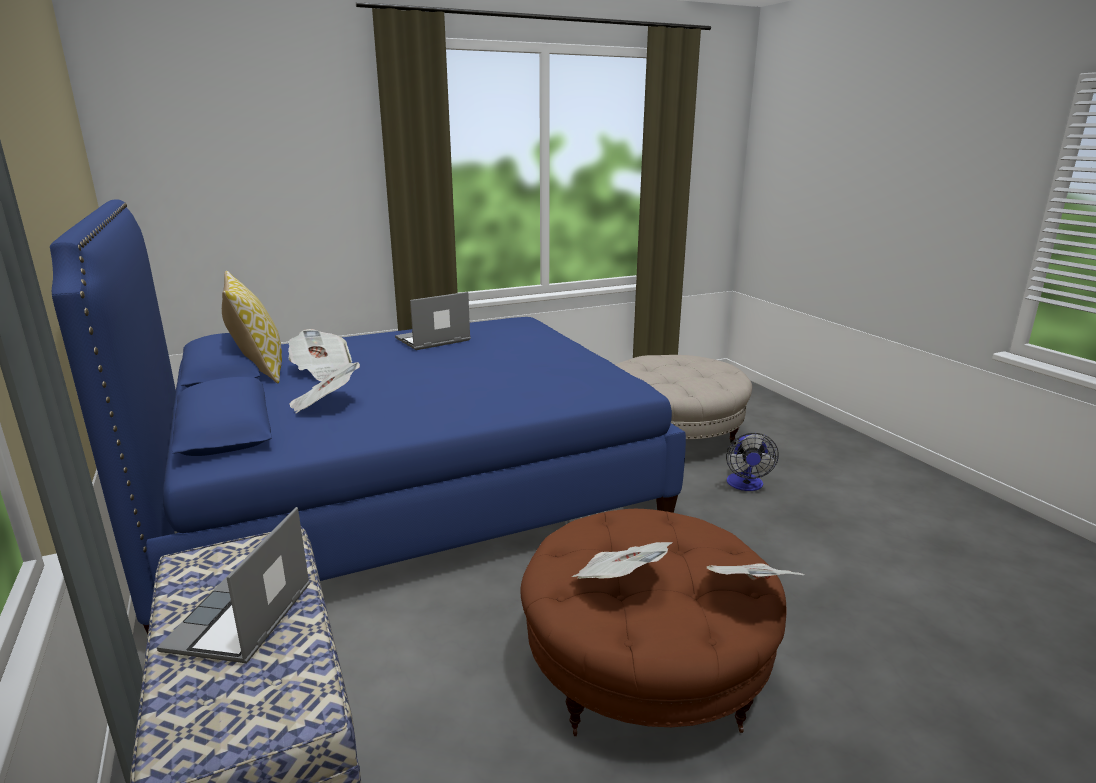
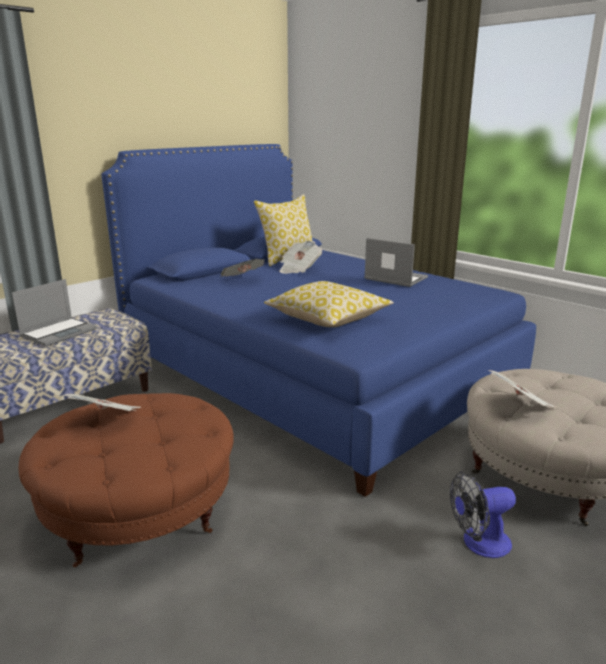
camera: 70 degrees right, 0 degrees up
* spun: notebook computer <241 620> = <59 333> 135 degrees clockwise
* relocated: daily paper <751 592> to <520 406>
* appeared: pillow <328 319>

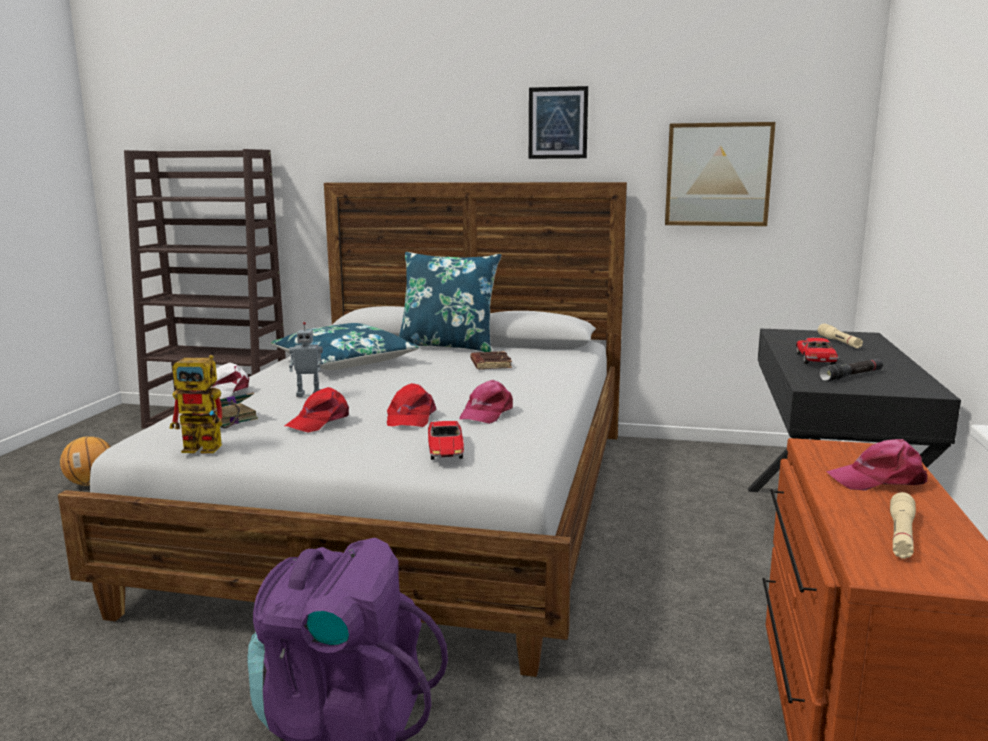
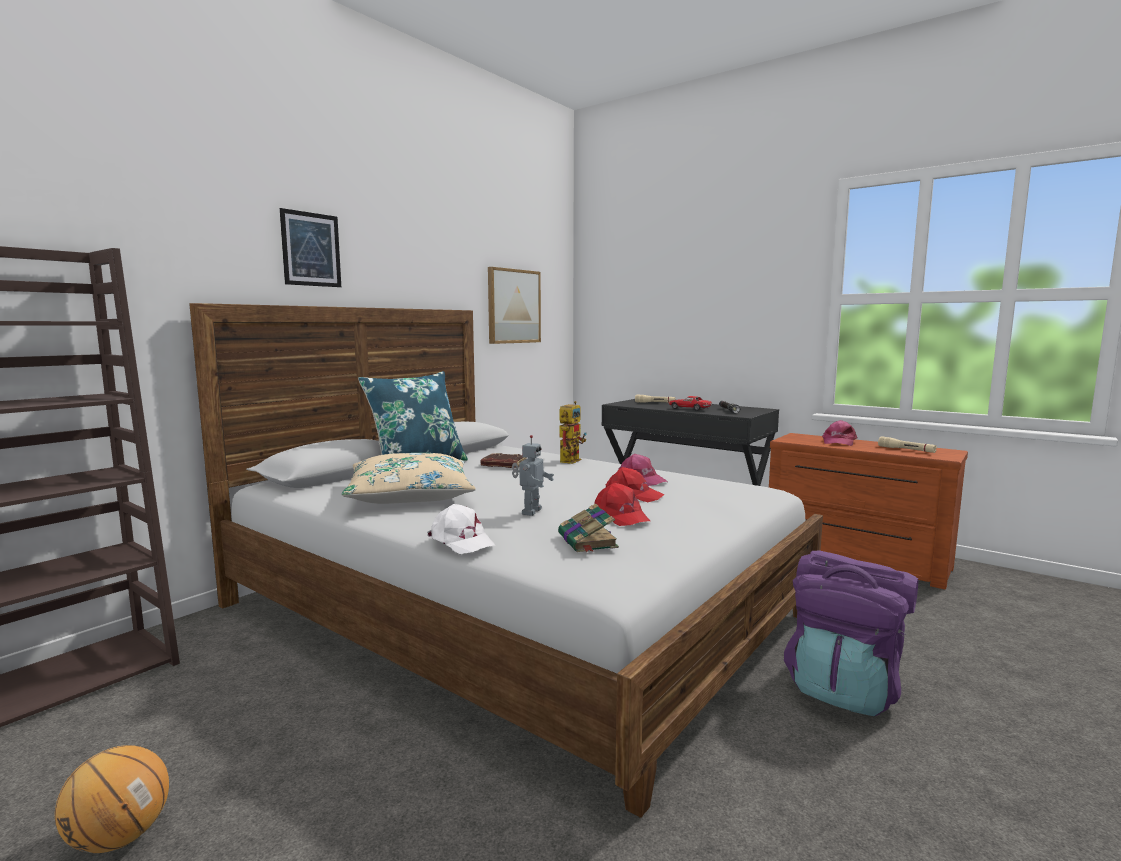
camera: 65 degrees left, 5 degrees down
* relocated: robot figure <212 447> to <570 459>
* colour: blue-coloured pillow <345 362> to beige-coloured pillow <410 495>
* missing: miniature car <445 450>
* relocated: picture <558 123> to <311 249>

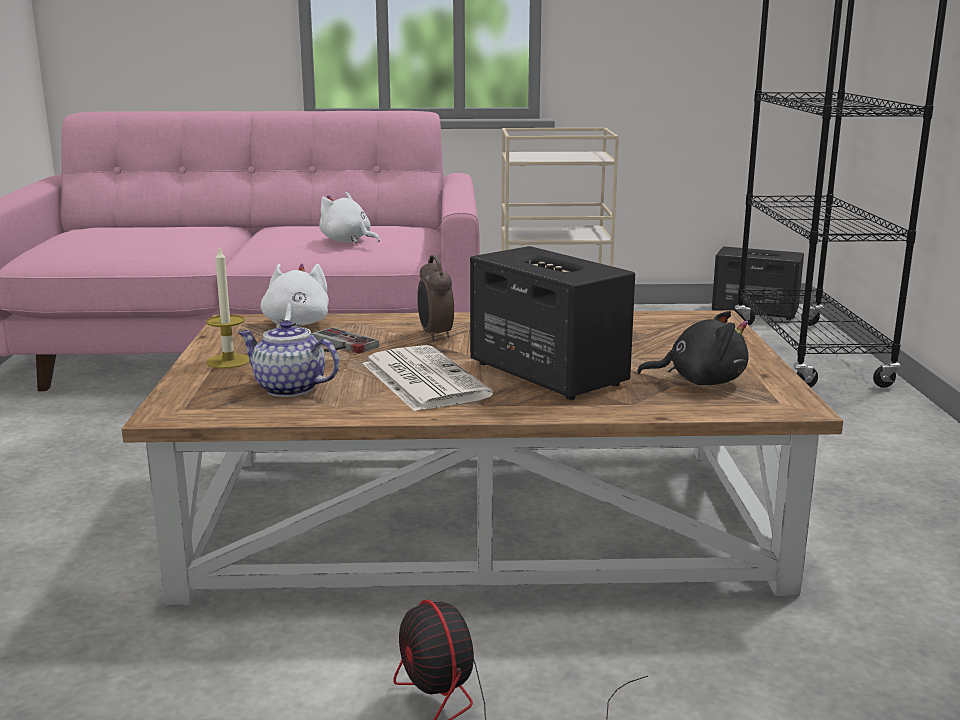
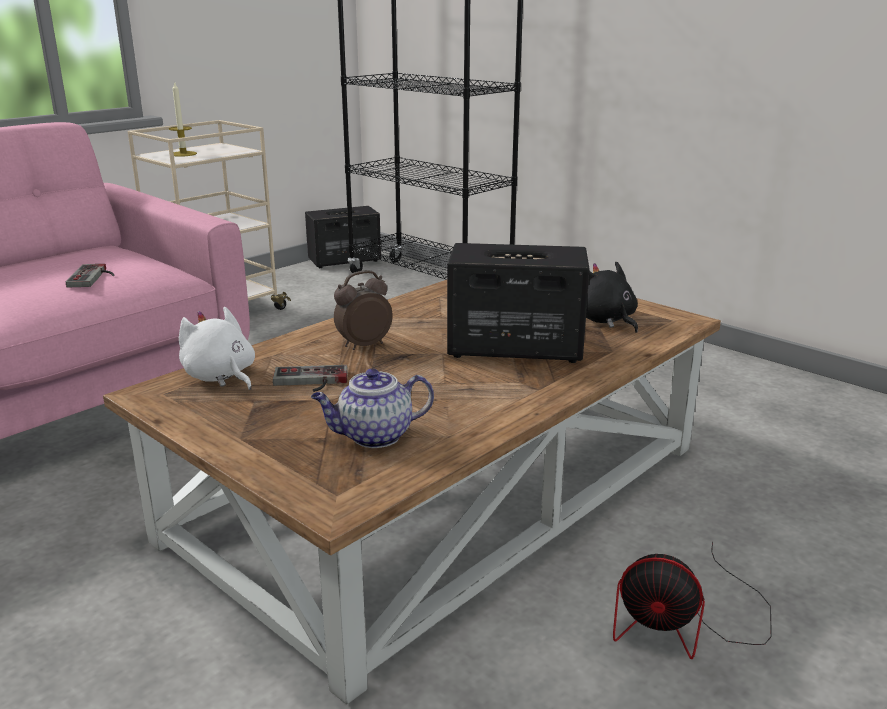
camera: 45 degrees left, 5 degrees up
* relocated: candle <228 361> to <183 154>
* exchanged: whitish cuddly toy <347 241> to game controller <94 277>
* missing: daily paper <422 379>
* spun: bedside clock <435 335> = <363 345> 120 degrees clockwise
* spun: blackish cuddly toy <700 381> = <606 320> 75 degrees counterclockwise

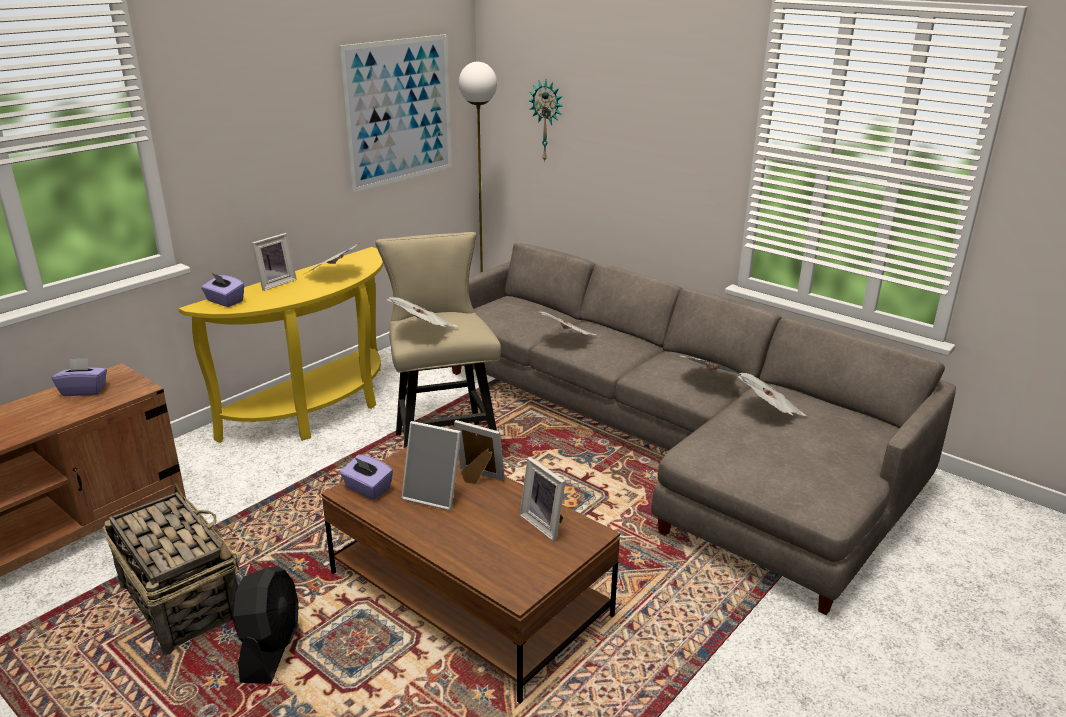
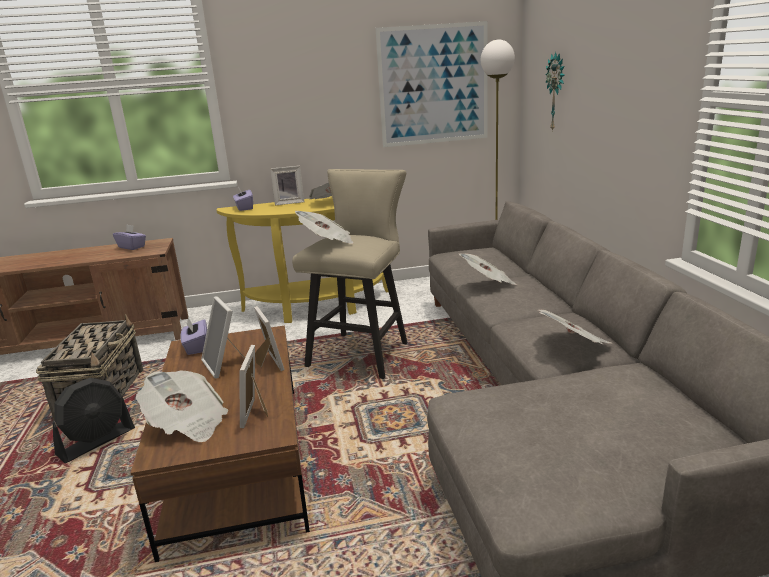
camera: 40 degrees right, 5 degrees down
* relocated: daily paper <769 411> to <187 423>

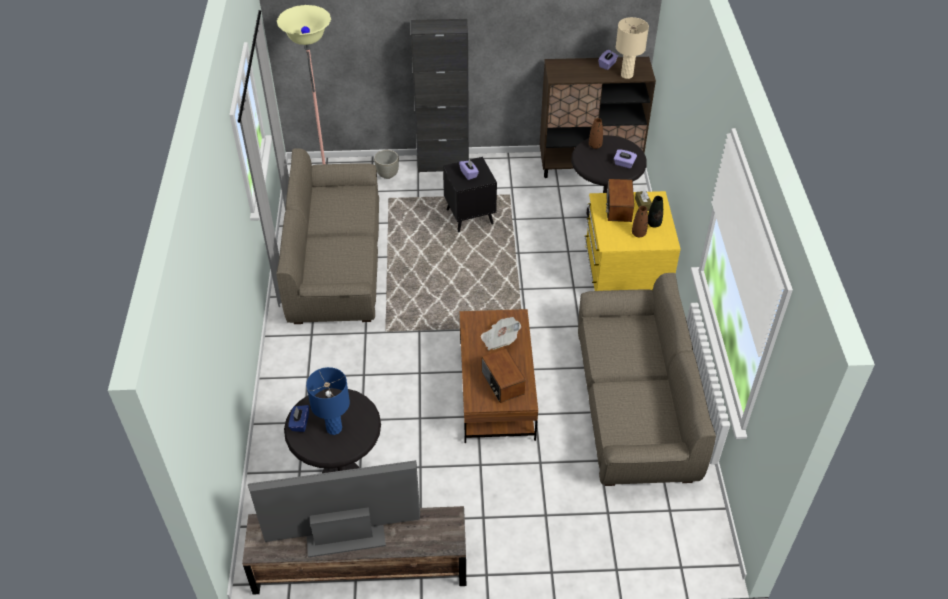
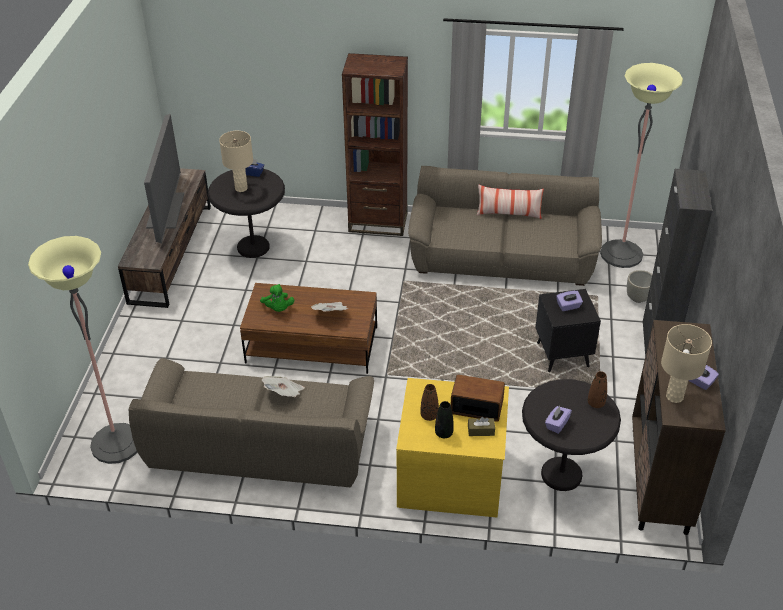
camera: 100 degrees right, 5 degrees down
* colour: blue-coloured table lamp <334 428> to beige-coloured table lamp <241 188>
* exchanged: radio set <502 383> to green cuddly toy <278 309>
* appeared: floor lamp <116 444>
* appeared: daily paper <284 393>
* appeared: brown shelving unit <378 222>
* appeared: pillow <509 214>

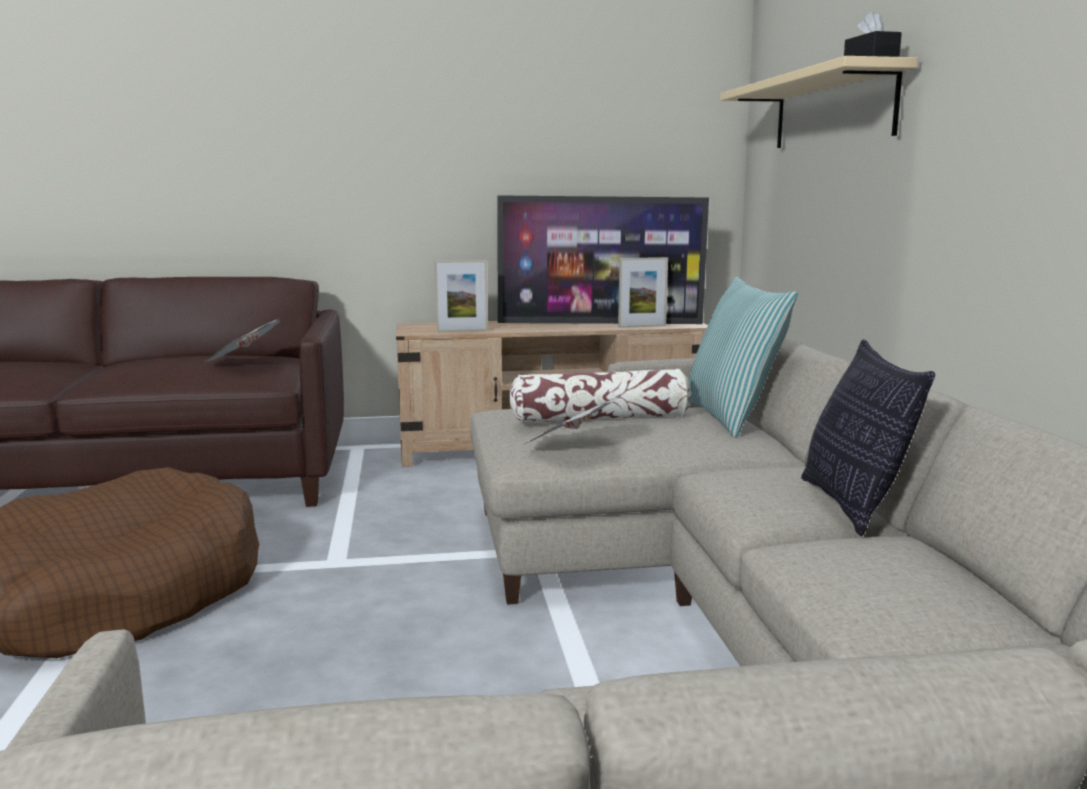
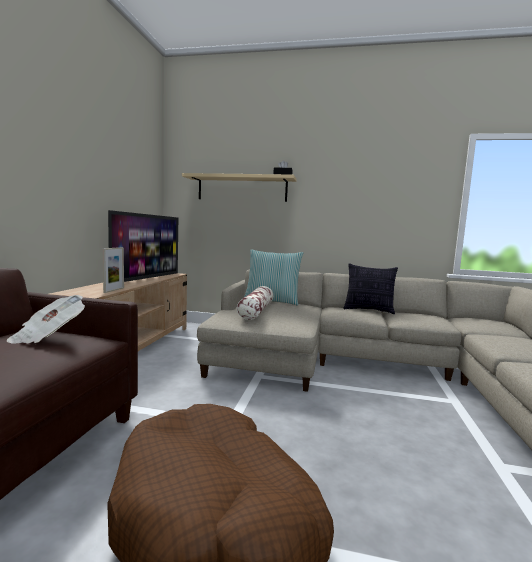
camera: 70 degrees left, 5 degrees down
* missing: daily paper <570 447>
* missing: standing frame <642 326>

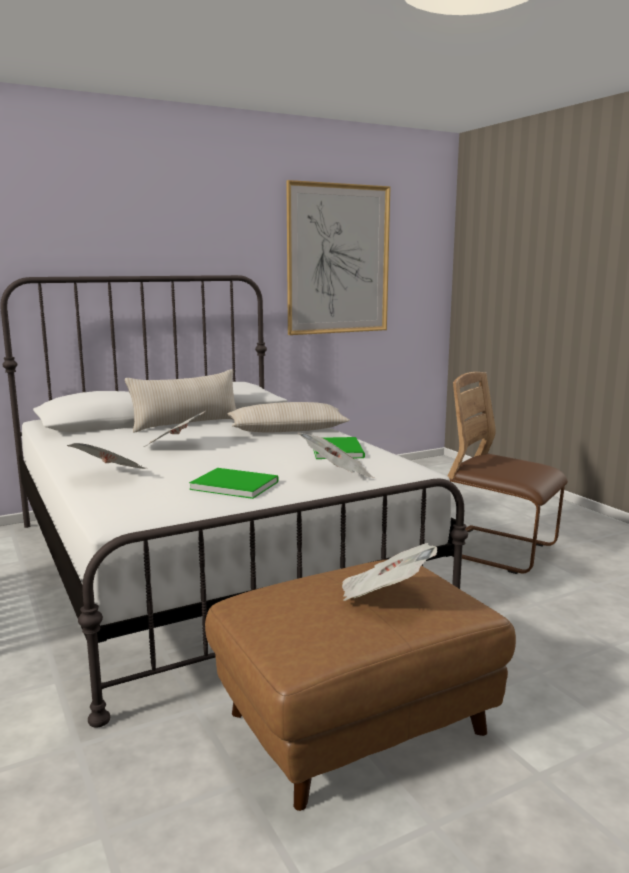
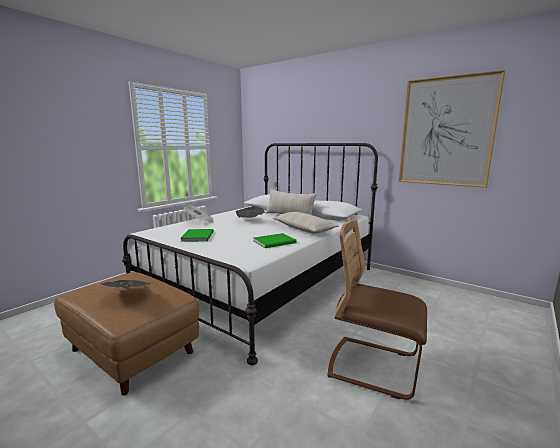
camera: 65 degrees right, 0 degrees up
* missing: daily paper <336 475>
* spun: brown upright chair <498 551> = <374 366> 75 degrees counterclockwise

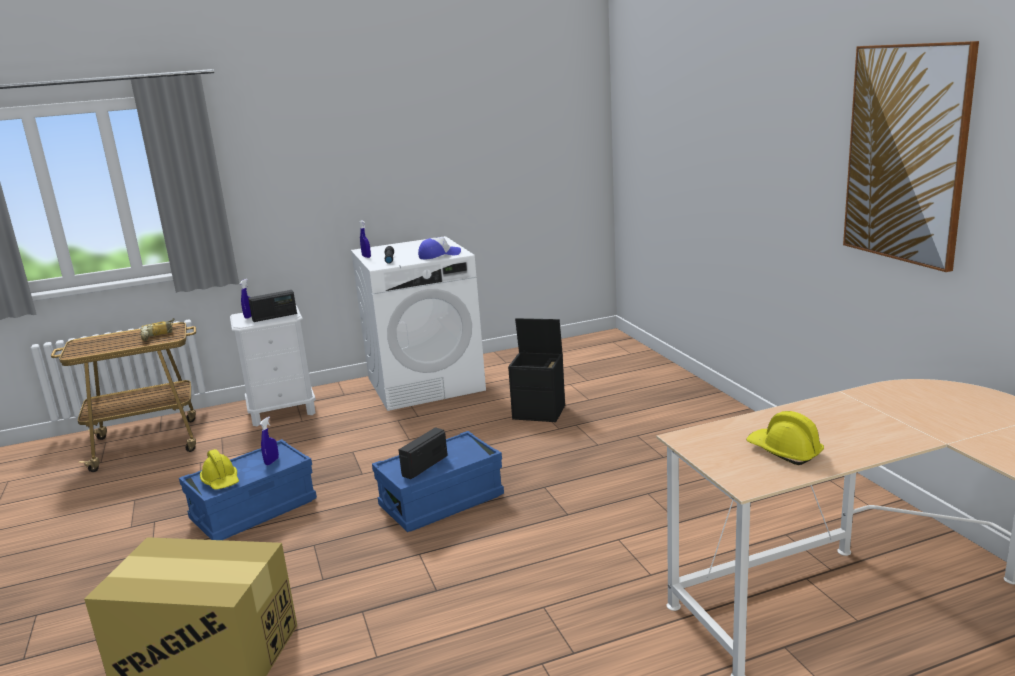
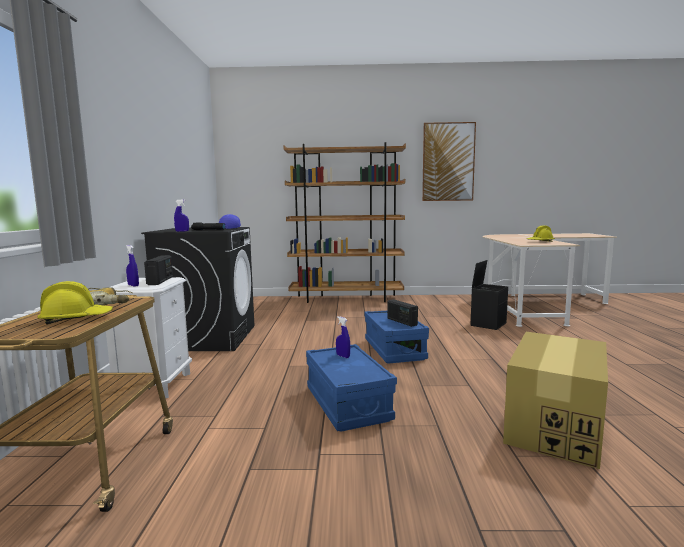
camera: 70 degrees left, 10 degrees down
* relocated: yellow safety helmet <221 481> to <77 319>
* colour: whitish laundry appliance <426 384> to blackish laundry appliance <209 337>
* relocated: blackish storage container <540 412> to <488 324>
* appeared: brown shelving unit <346 299>

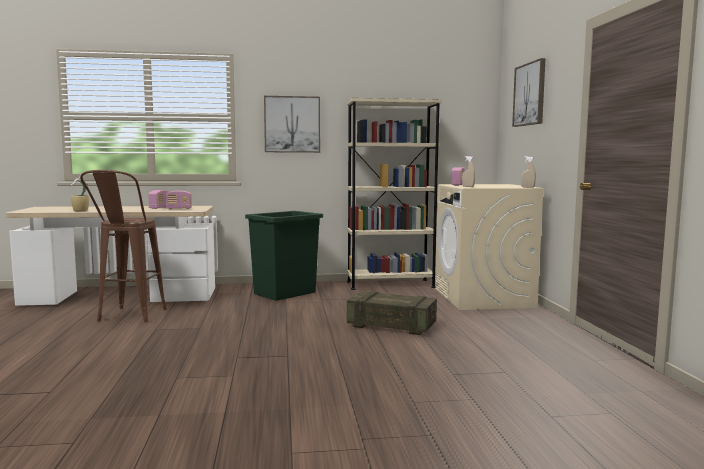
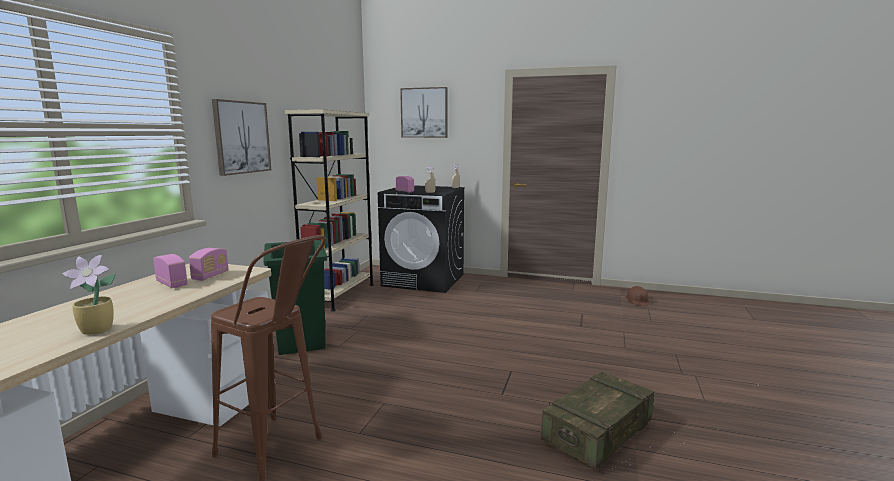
camera: 65 degrees left, 5 degrees up
* relocated: packing crate <391 325> to <598 434>
* colour: beige-coloured laundry appliance <483 298> to blackish laundry appliance <424 280>
* appeared: brown safety helmet <637 301>

